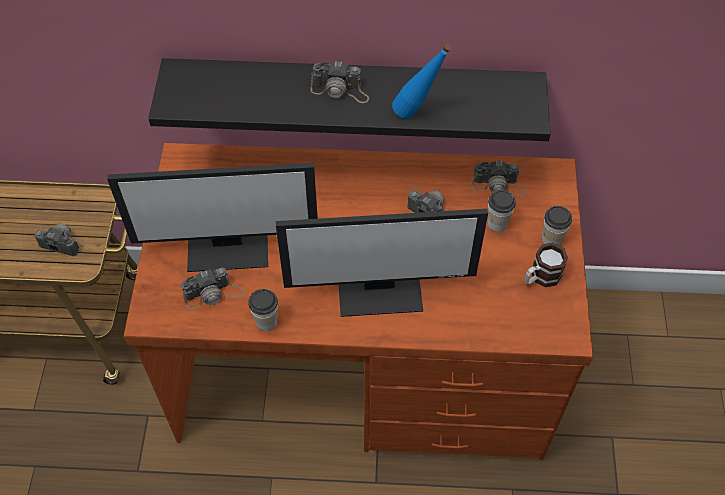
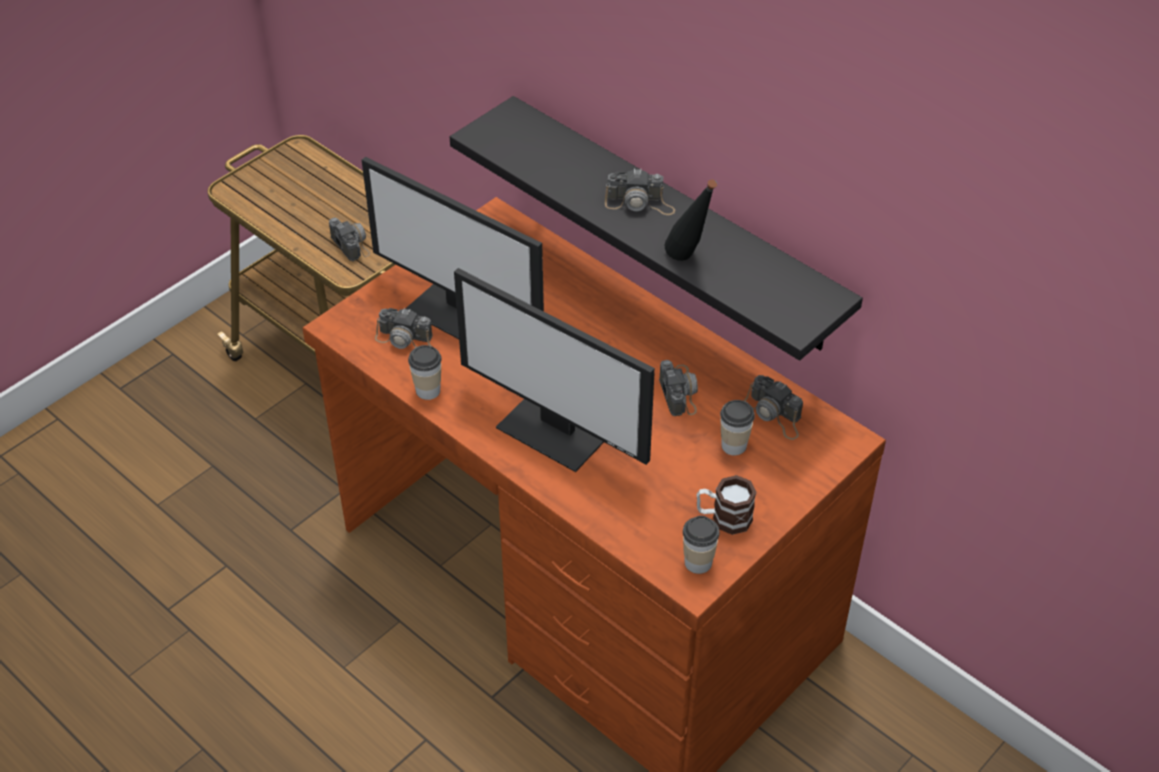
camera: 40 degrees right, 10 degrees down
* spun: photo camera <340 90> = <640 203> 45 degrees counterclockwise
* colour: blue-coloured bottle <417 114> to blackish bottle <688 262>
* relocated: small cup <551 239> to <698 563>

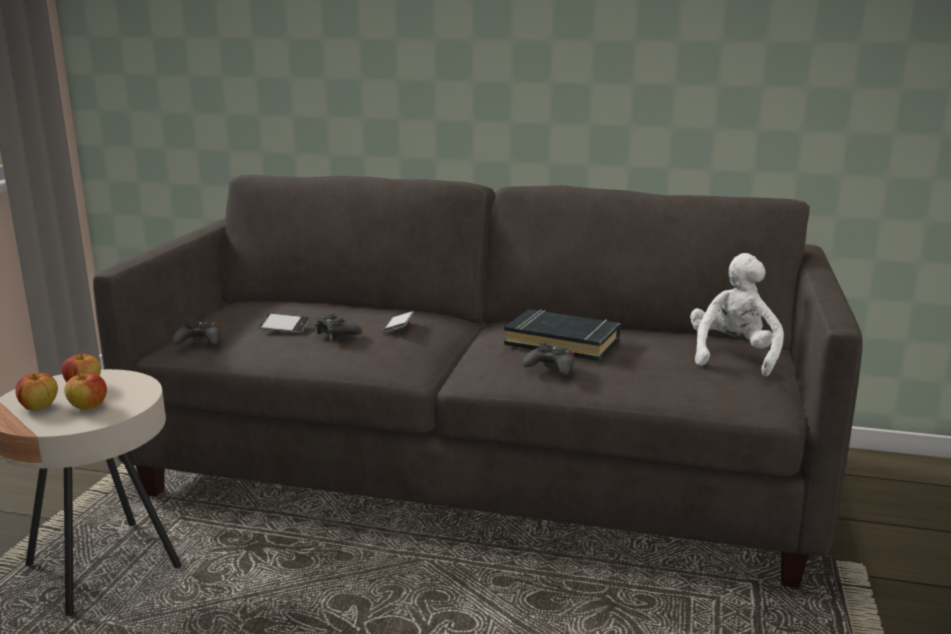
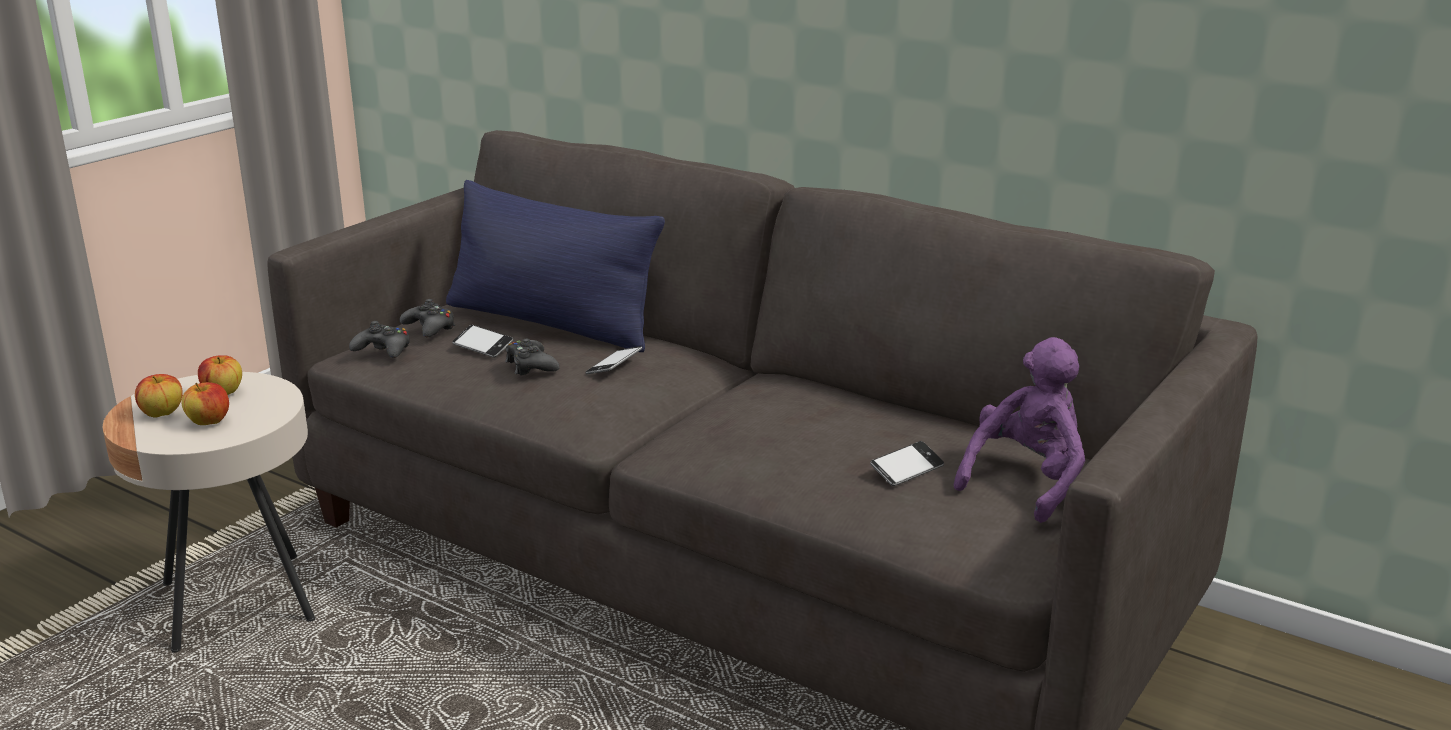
camera: 20 degrees right, 5 degrees up
* missing: blackish book <562 342>
* relocated: blackish game controller <551 367> to <429 328>
* colour: whitish cuddly toy <733 356> to purplish cuddly toy <1026 482>
* appeared: blue-coloured pillow <551 323>
* appeared: telephone <906 469>

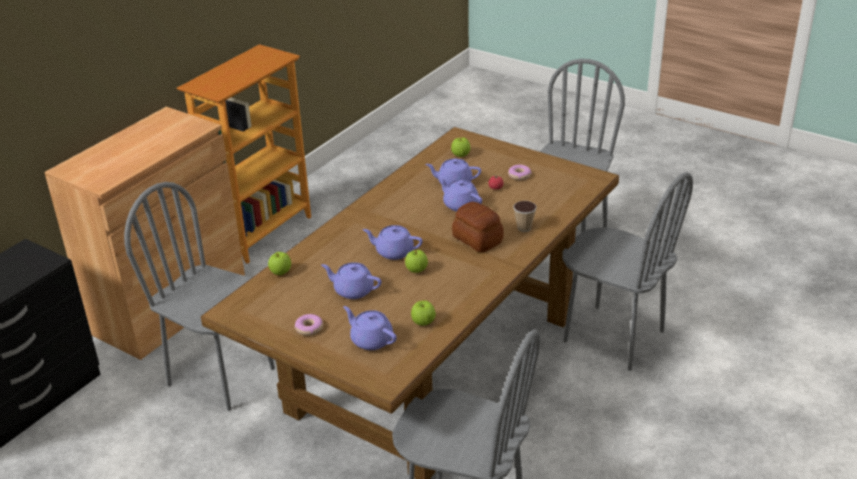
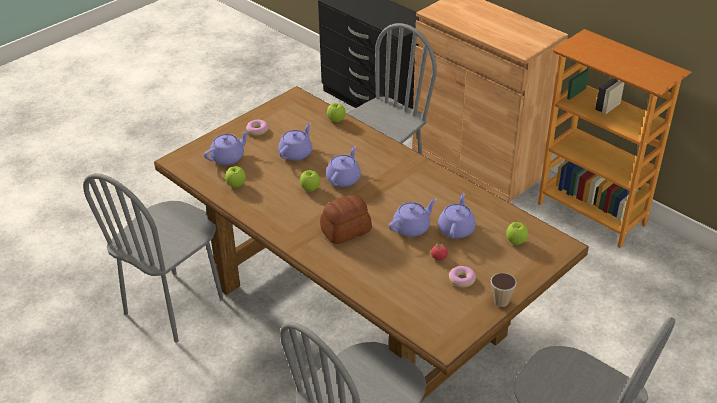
camera: 100 degrees right, 5 degrees up
* relocated: small cup <524 228> to <501 301>

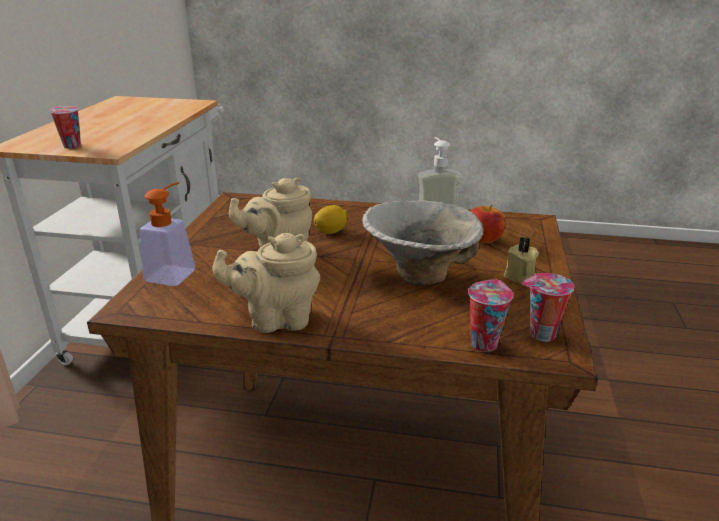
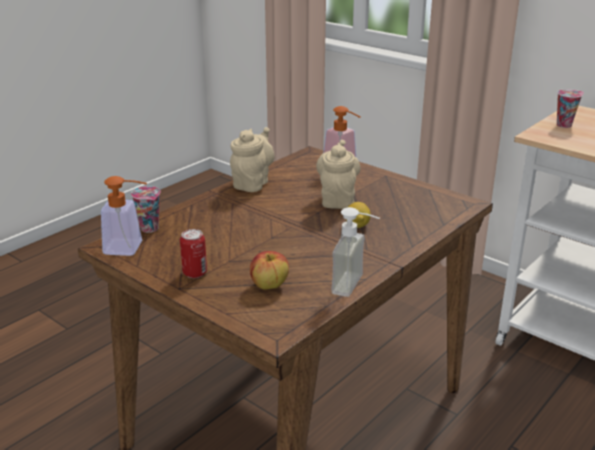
camera: 120 degrees right, 0 degrees up
* missing: deep dish <420 274>
* exchanged: beige-coloured candle <519 277> to sealed can <195 273>
* exchanged: small cup <540 334> to liquid soap bottle <130 248>

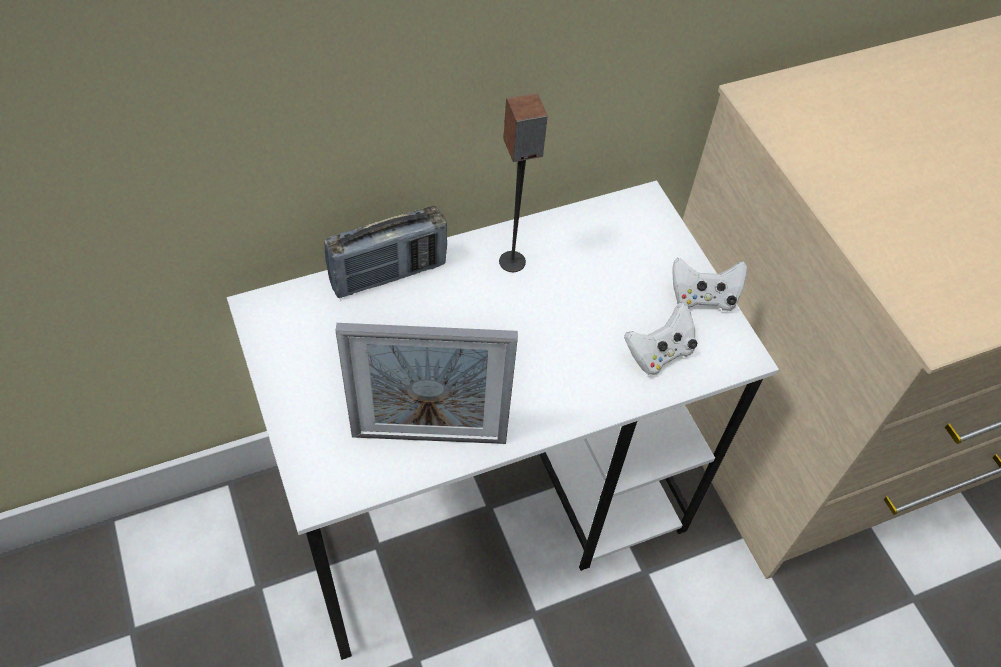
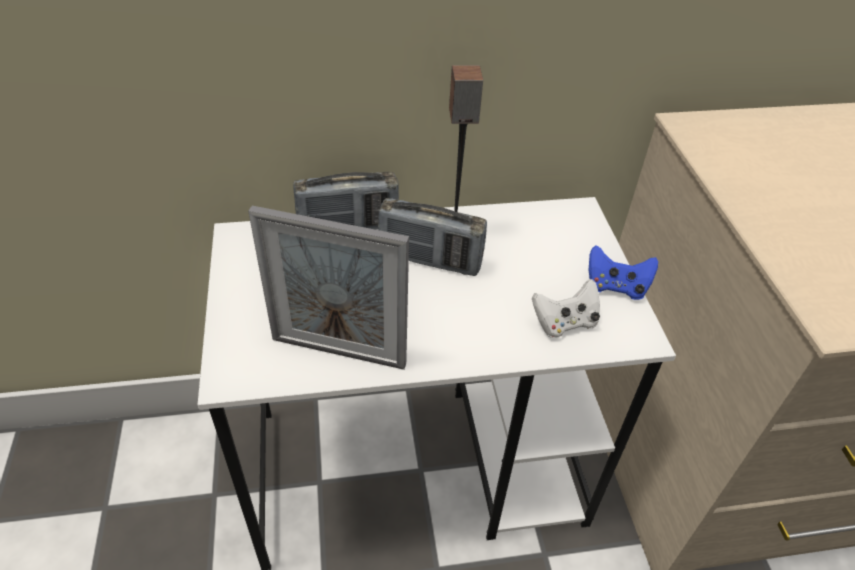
camera: 15 degrees right, 10 degrees down
* colour: whitish game controller <703 297> to blue-coloured game controller <616 287>
* appeared: radio set <430 260>

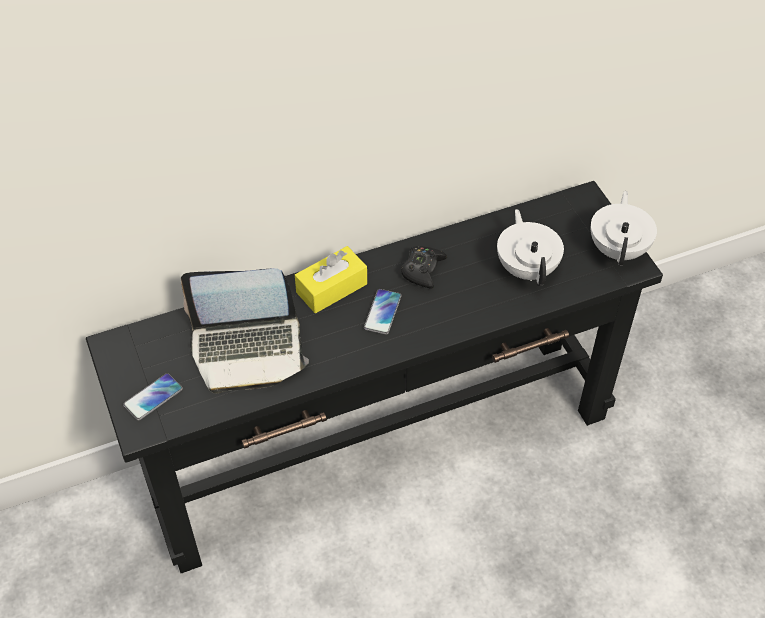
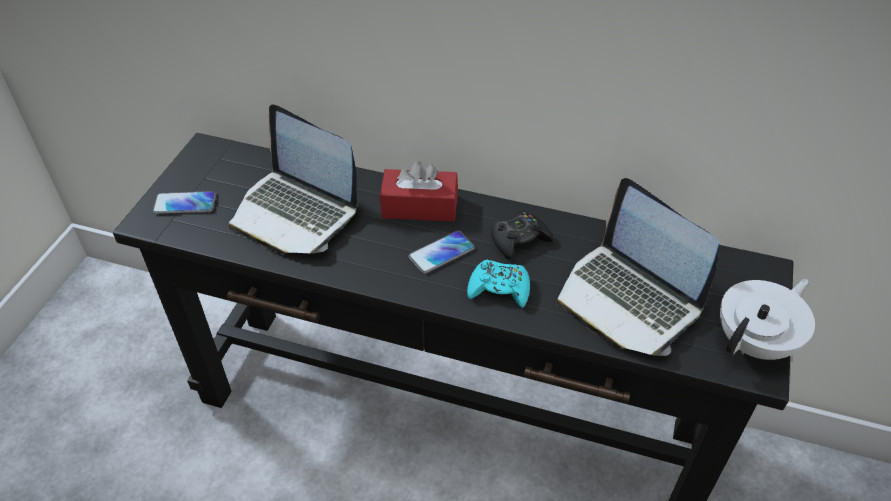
camera: 40 degrees right, 5 degrees down
* colour: yellow tissue box <331 288> to red tissue box <419 206>
* exchanged: whitish teapot <527 268> to notebook computer <628 299>
* appeared: blue-green game controller <499 289>

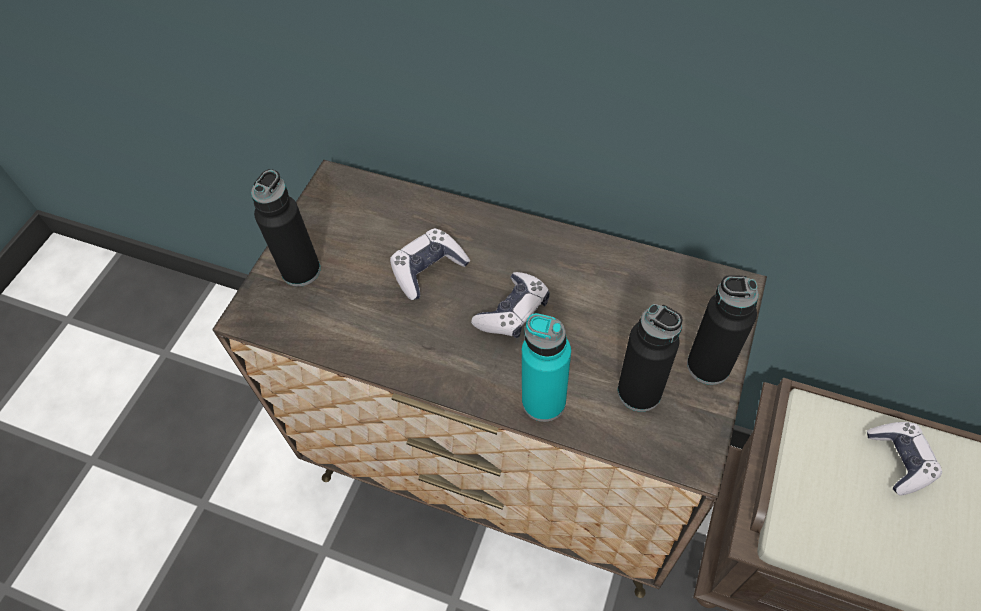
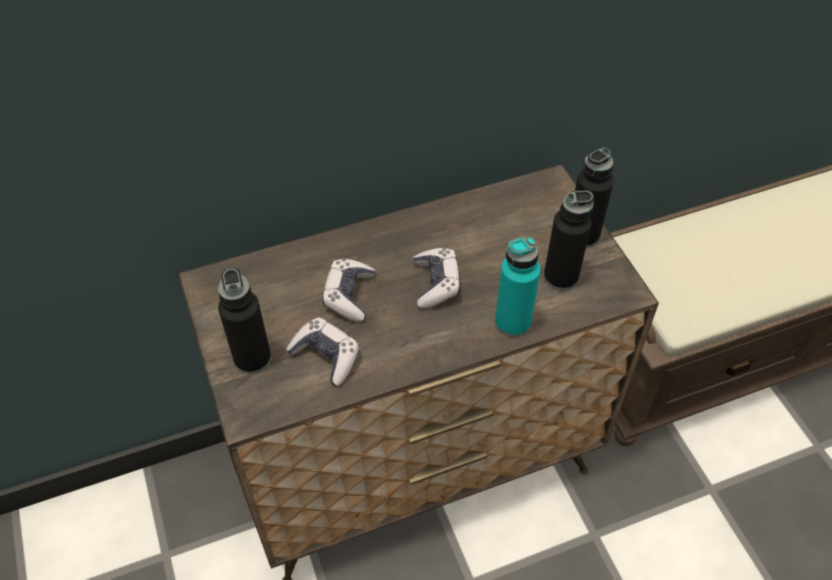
camera: 45 degrees left, 5 degrees down
* relocated: game controller <899 460> to <326 356>

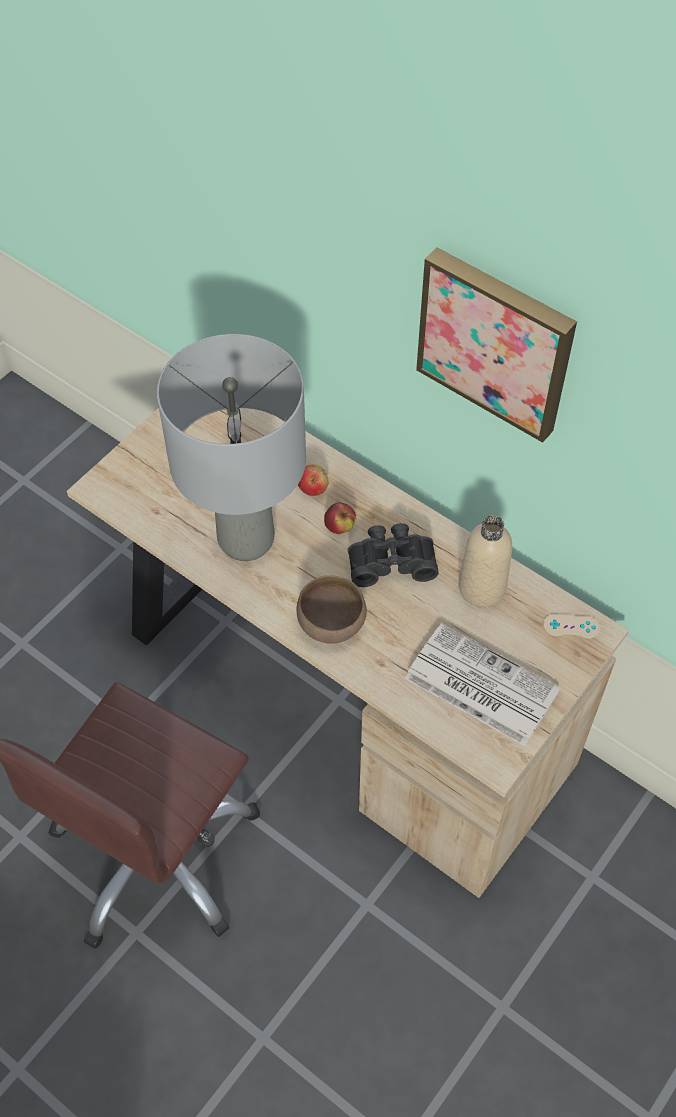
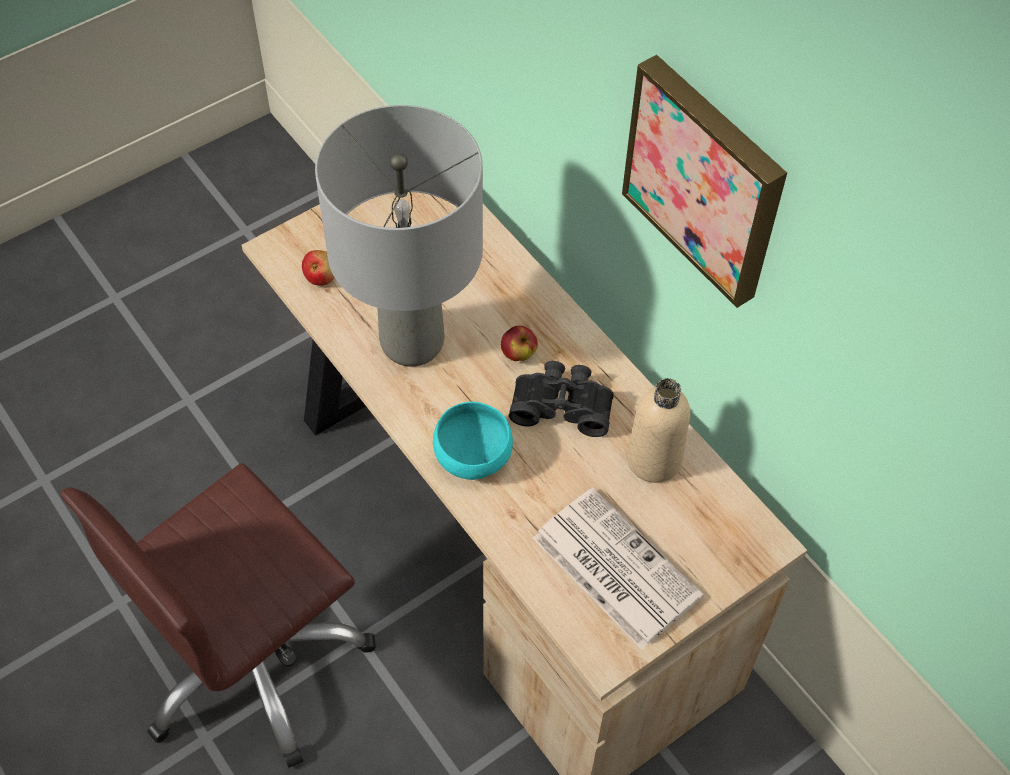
camera: 15 degrees right, 0 degrees up
* colour: brown deep dish <332 622> to blue-green deep dish <474 456>
* relocated: whole apple <312 487> to <321 276>
* missing: beige-coloured game controller <571 626>

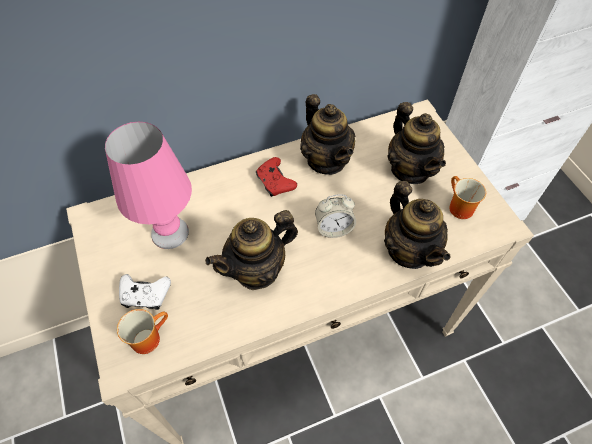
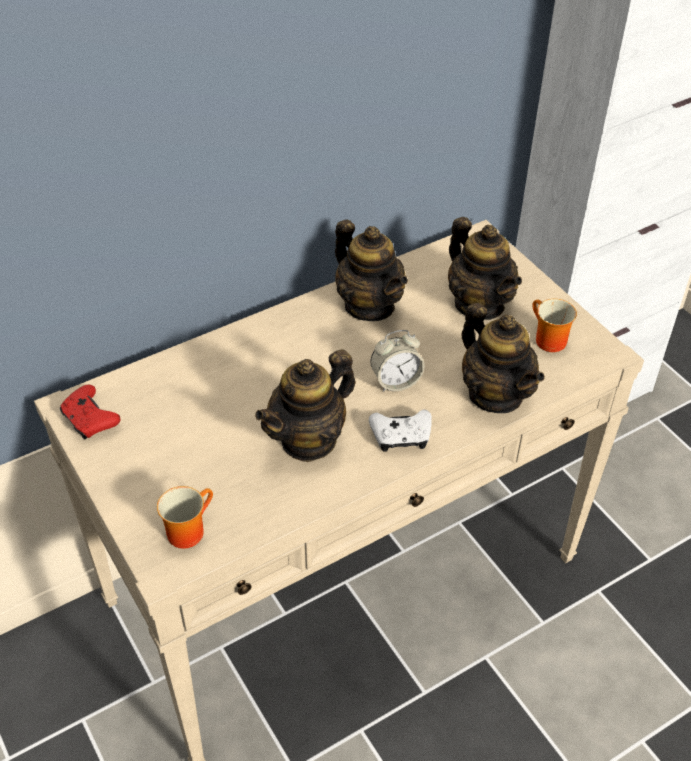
camera: 10 degrees left, 10 degrees down
* missing: pink-coloured table lamp <170 232>
* relocated: whitish game controller <145 295> to <401 437>
* relocated: red game controller <275 182> to <90 420>

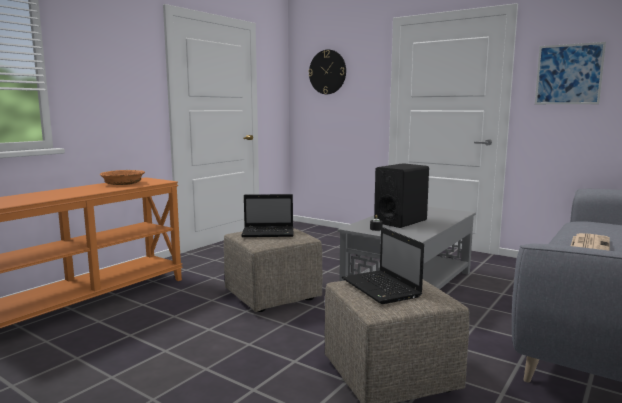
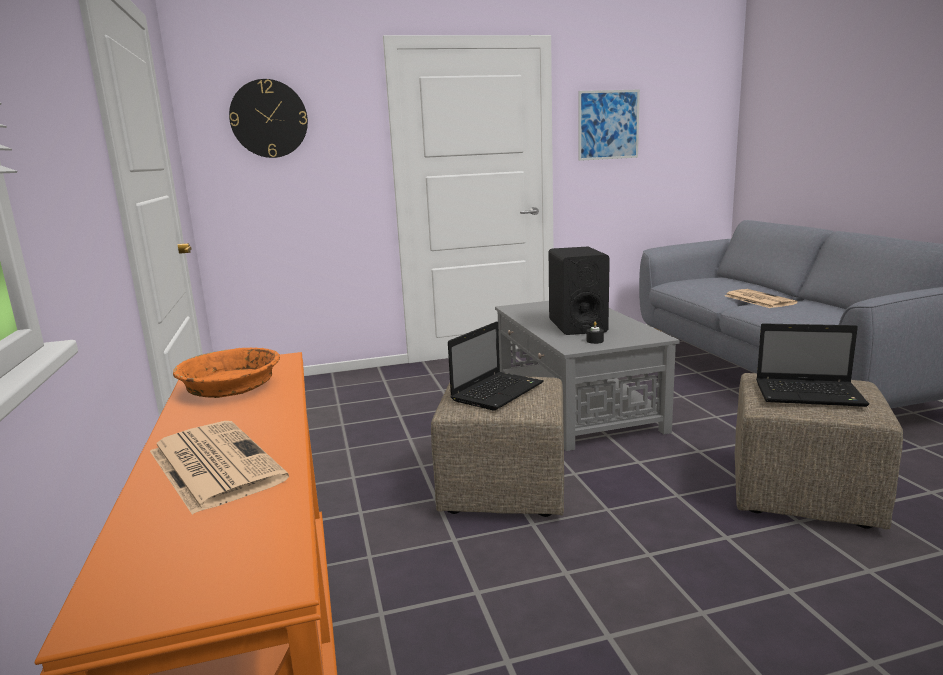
camera: 50 degrees left, 5 degrees up
* appeared: daily paper <213 464>

